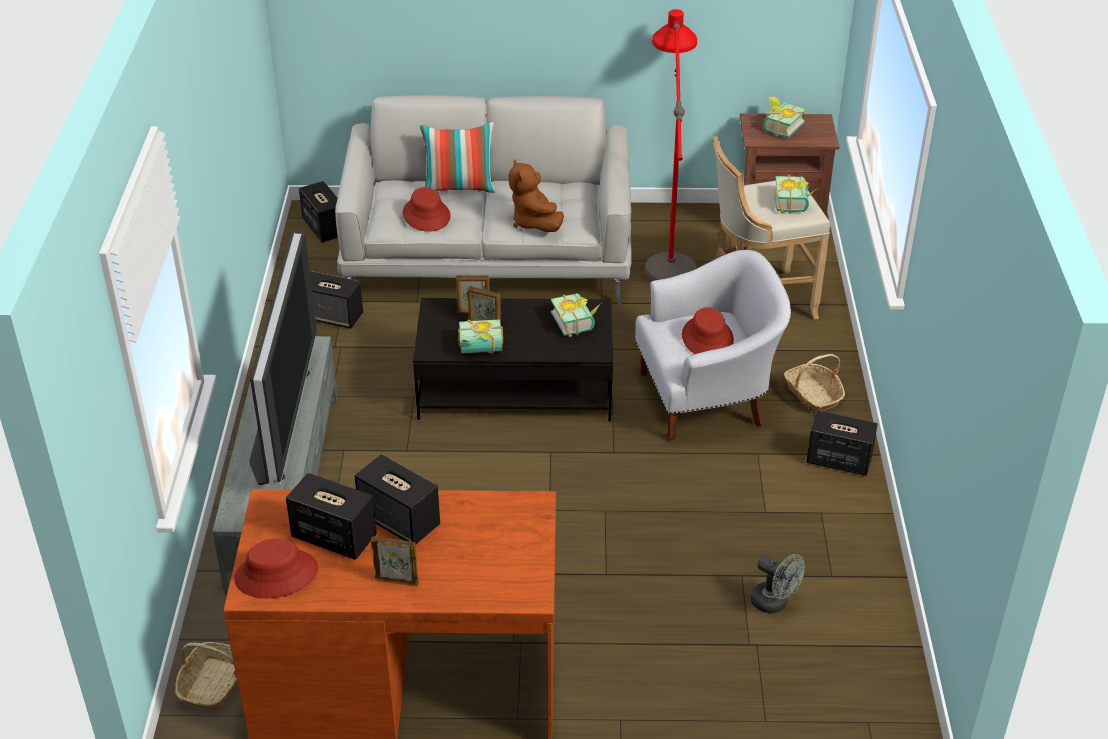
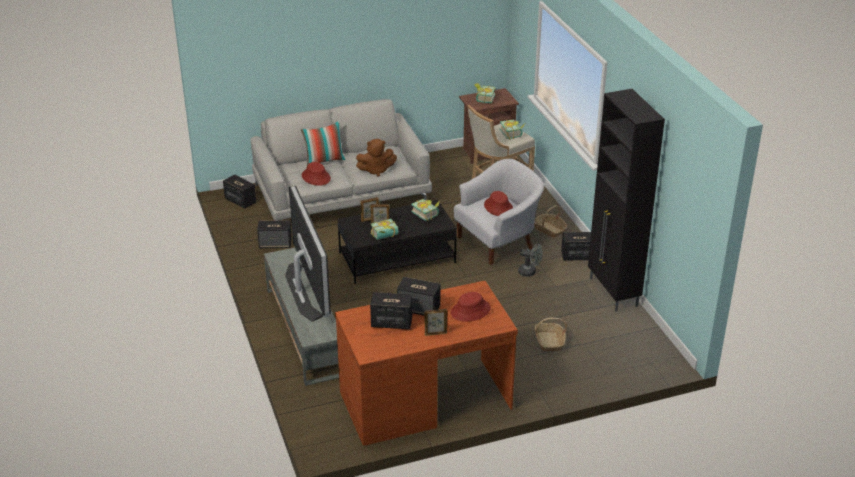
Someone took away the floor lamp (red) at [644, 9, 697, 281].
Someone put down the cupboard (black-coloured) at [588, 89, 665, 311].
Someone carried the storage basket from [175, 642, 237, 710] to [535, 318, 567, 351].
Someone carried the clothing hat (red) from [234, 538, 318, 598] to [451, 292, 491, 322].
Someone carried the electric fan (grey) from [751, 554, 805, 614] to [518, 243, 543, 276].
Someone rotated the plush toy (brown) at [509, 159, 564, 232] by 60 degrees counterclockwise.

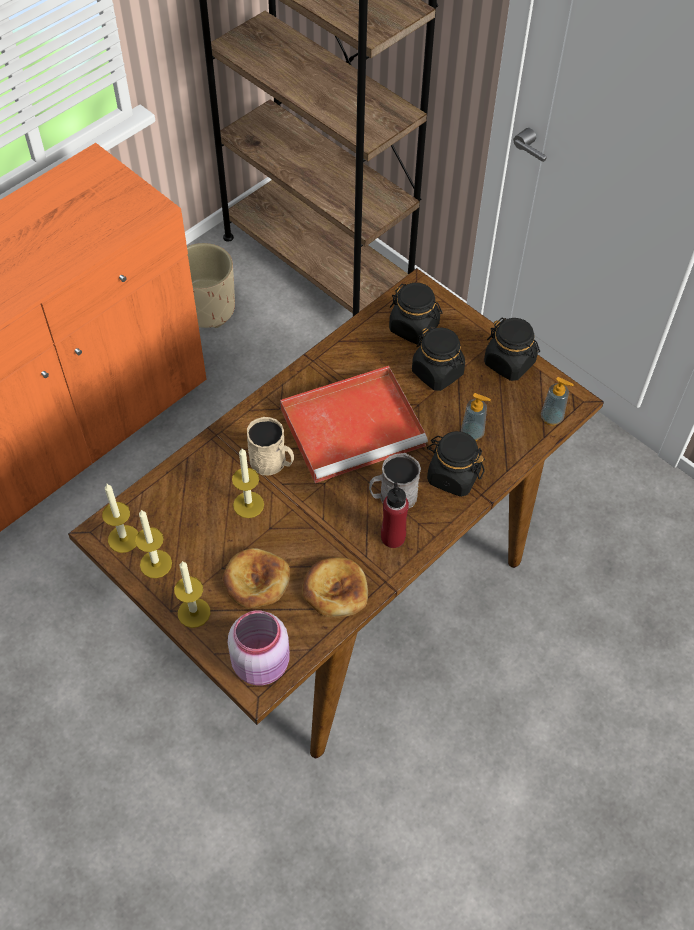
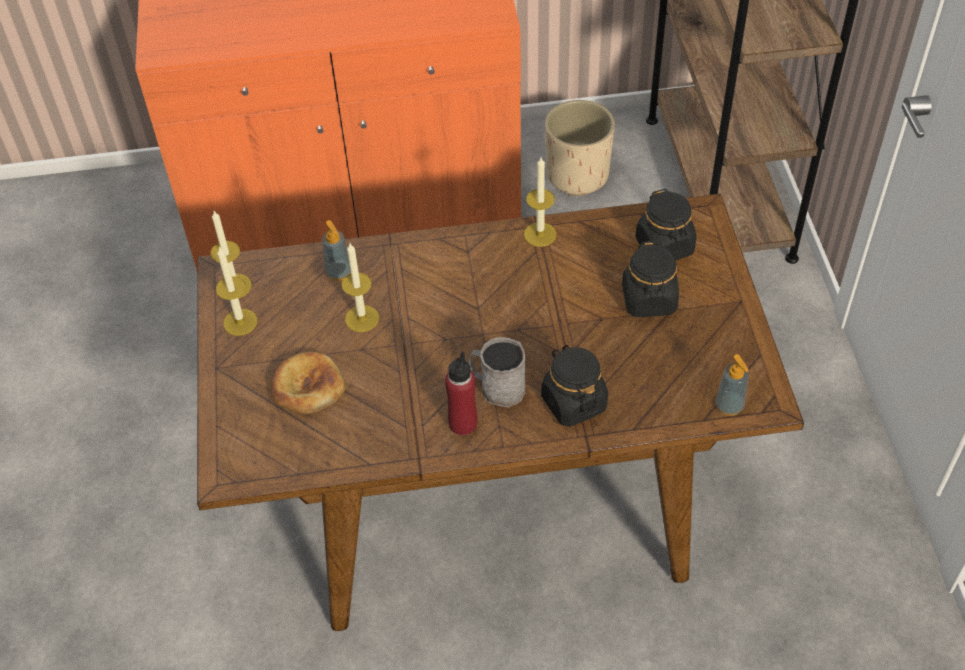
Someone took away the storage jar (pink) at [228, 610, 290, 685].
Someone took away the coffee mug (beige-coloured) at [247, 417, 294, 475].
Someone took away the carrying tray (red) at [280, 366, 428, 483].
Someone took away the bread at [302, 557, 368, 618].
Someone took away the storage jar (black-coloured) at [484, 318, 540, 381].
Someone carried the wax candle from [174, 561, 210, 628] to [524, 157, 557, 247].
Someone carried the liquid soap bottle from [461, 393, 491, 441] to [322, 220, 351, 281].

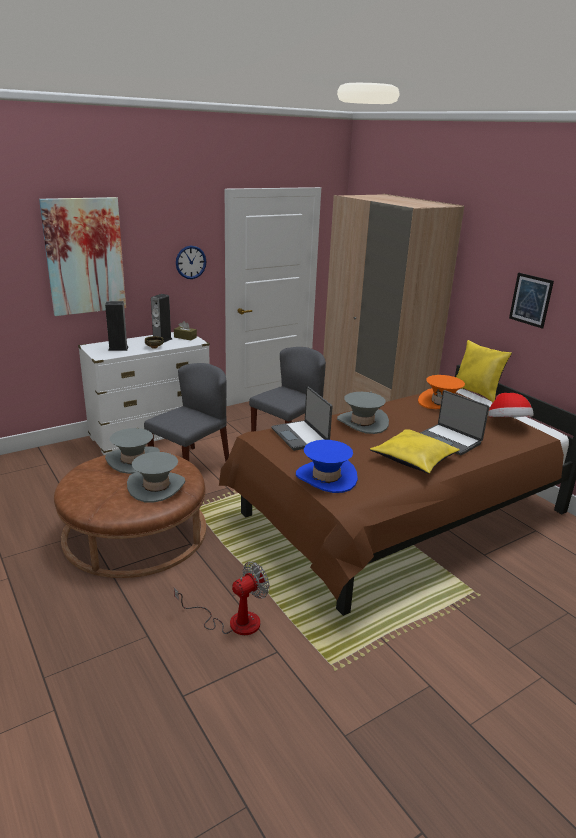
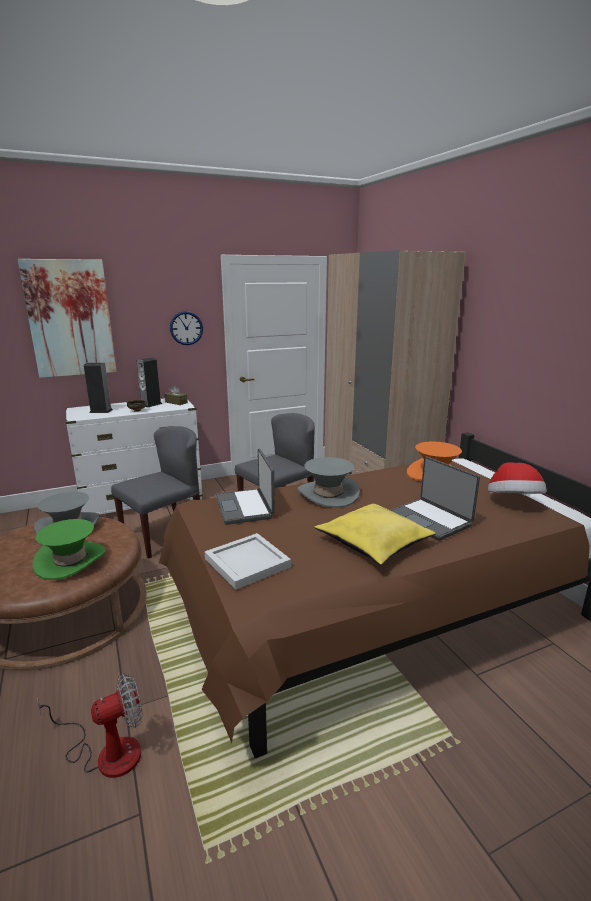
Someone took away the pillow (yellow-coloured) at [456, 340, 512, 402].
Someone took away the wall art at [509, 273, 554, 329].
Someone swapped the clothing hat (bluish) at [296, 440, 358, 493] for the carrying tray (whitish) at [205, 533, 291, 590].
Someone repainted the clothing hat (grey) at [127, 452, 185, 502], which became the clothing hat (green) at [33, 519, 106, 580].

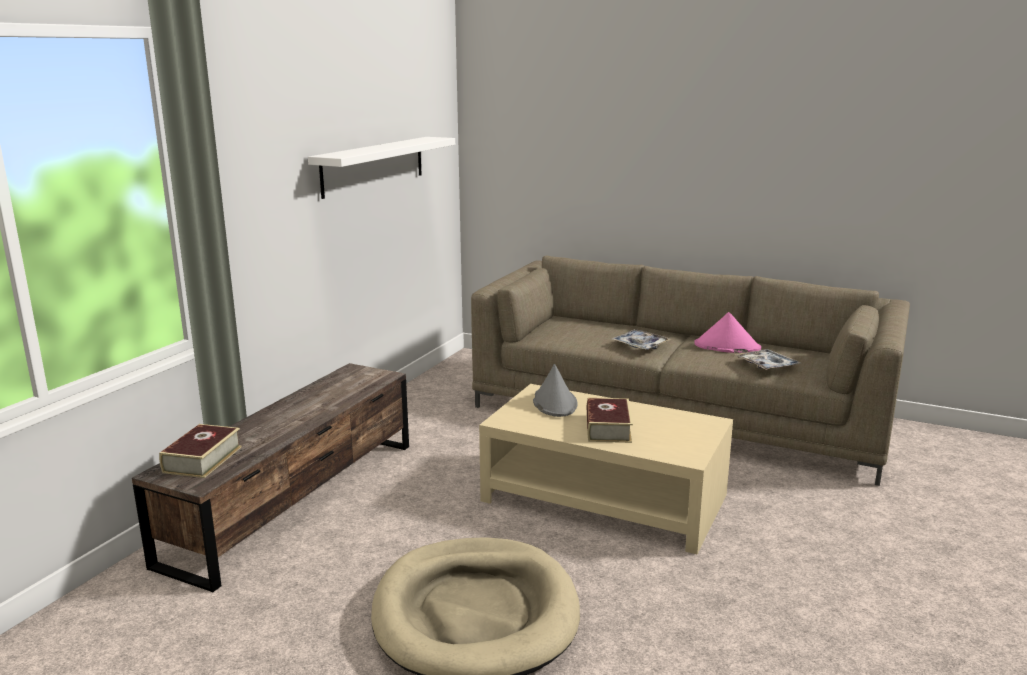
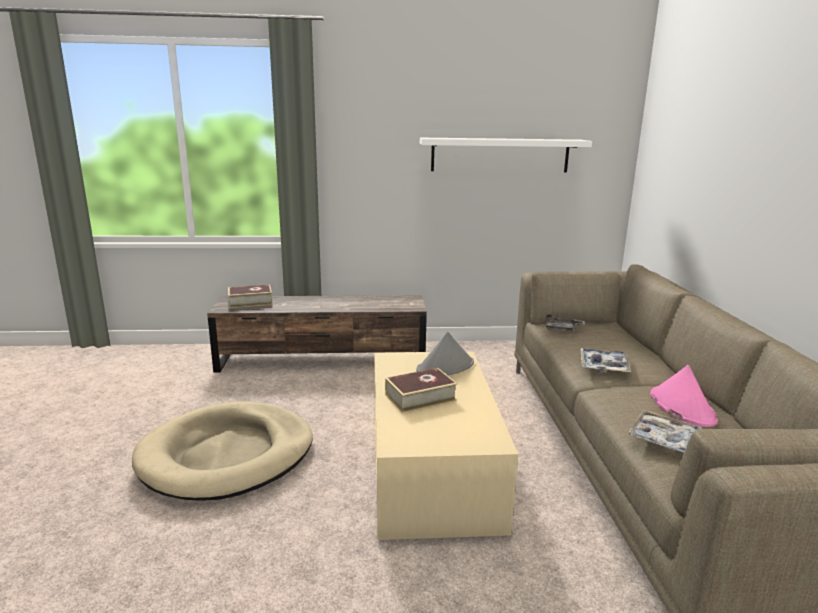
Someone put down the carrying tray (grey) at [544, 314, 585, 333].

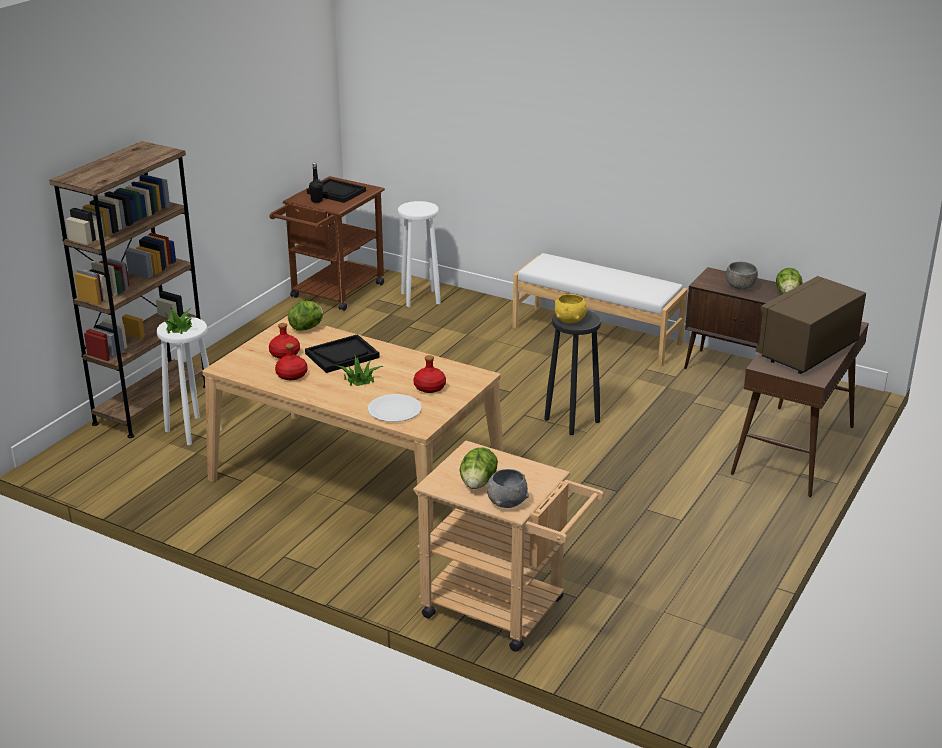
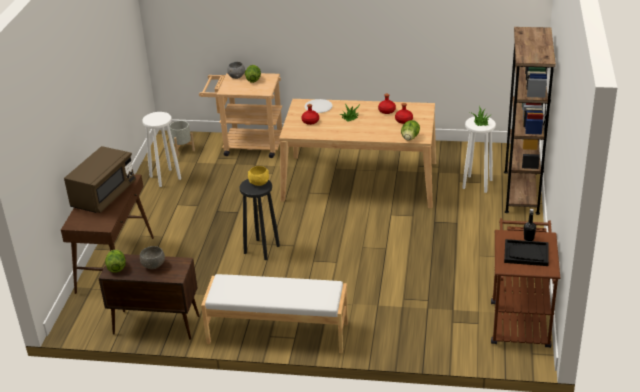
Someone took away the carrying tray (black-coloured) at [305, 334, 380, 373].
Someone put down the flower pot (grey) at [169, 120, 195, 156].
Someone carried the stool (whitish) from [398, 201, 440, 307] to [142, 112, 181, 187].

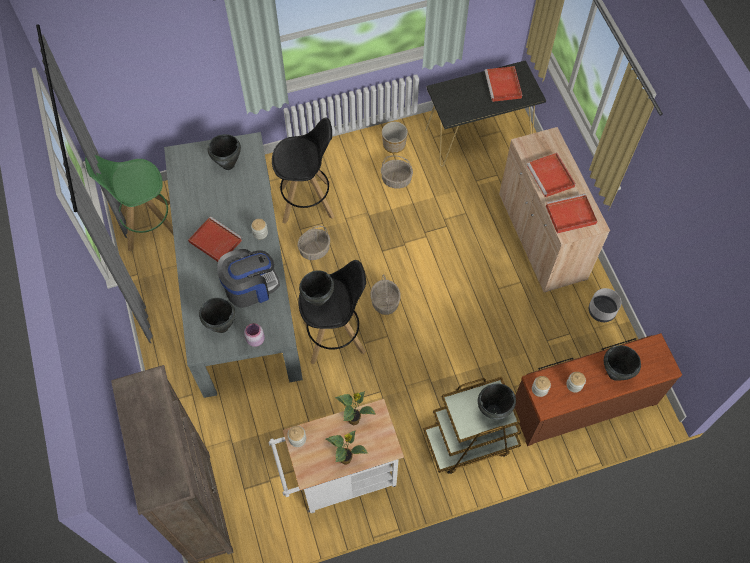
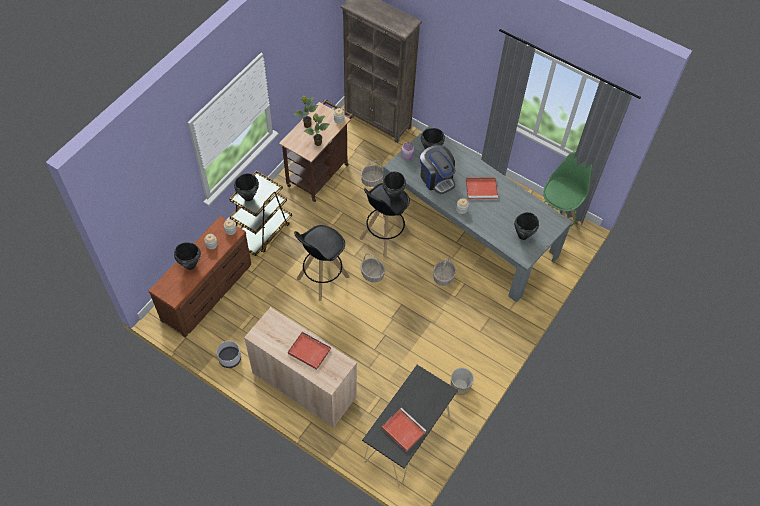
Someone took away the carrying tray (red) at [546, 194, 598, 234].
Someone carried the stool (black-coloured) from [272, 117, 335, 224] to [294, 225, 349, 301].
Someone carried the storage basket from [381, 155, 413, 189] to [361, 160, 383, 187].
Someone repainted the trolley (whitish) at [268, 399, 404, 513], which became the trolley (brown) at [279, 99, 354, 202].
Someone rotated the coffee brewer at [217, 249, 280, 308] by 60 degrees counterclockwise.

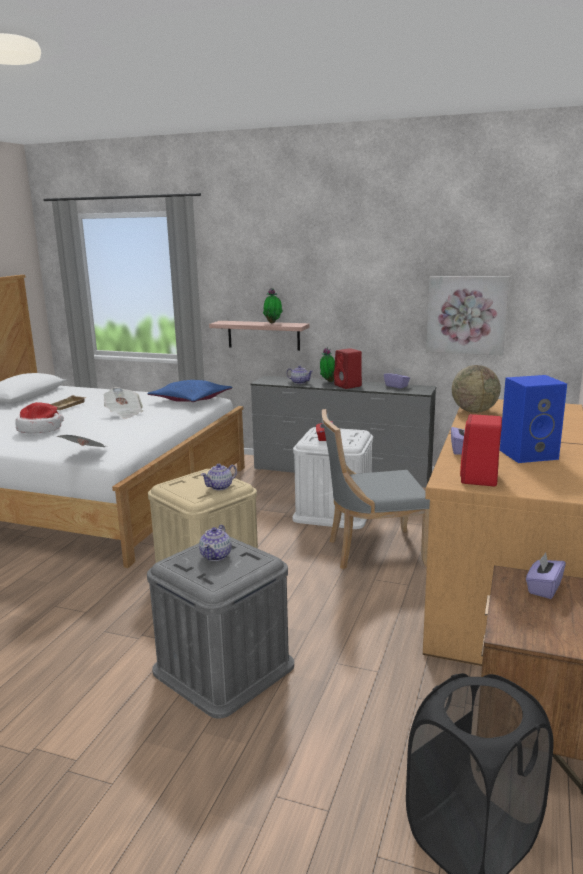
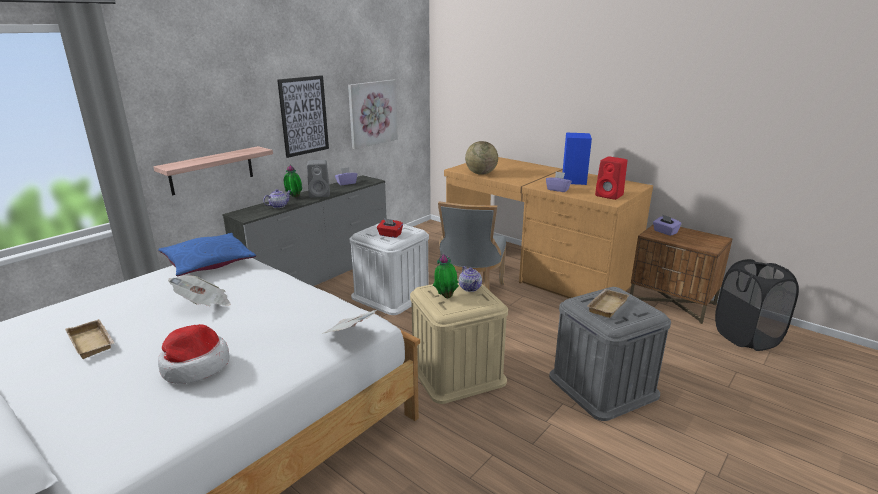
Someone put up the wall art at [277, 75, 329, 158].
Someone carried the houseplant from [263, 288, 283, 323] to [433, 254, 459, 298].
Someone swapped the tea pot at [199, 525, 232, 561] for the carrying tray (beige-coloured) at [587, 289, 629, 318].
Someone repainted the loudspeaker (red) at [334, 348, 362, 389], which became the loudspeaker (grey) at [307, 160, 330, 198].

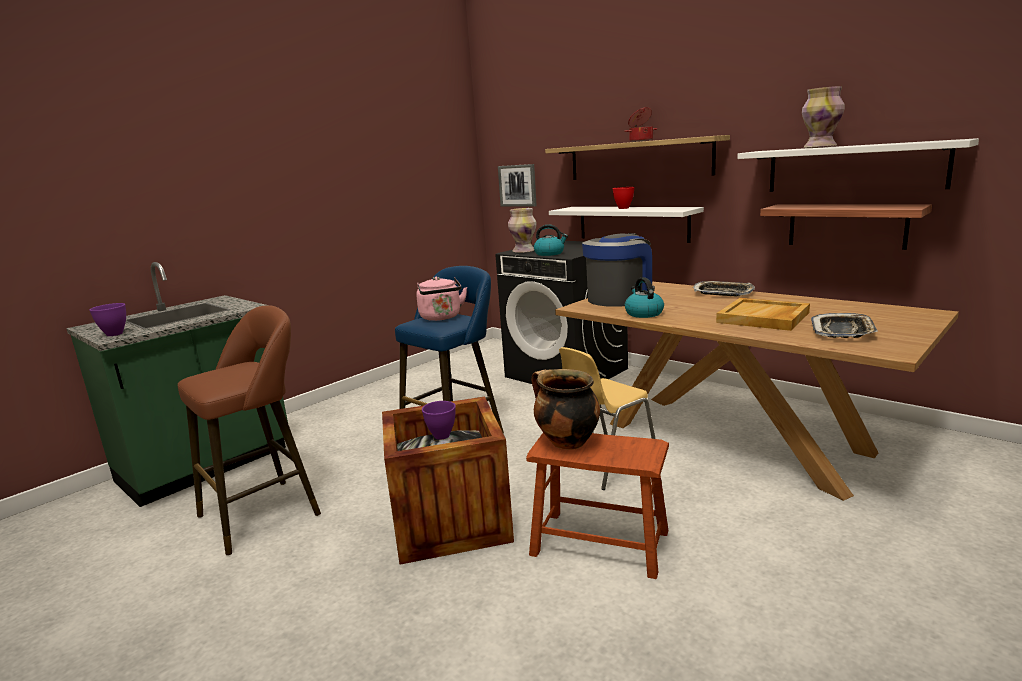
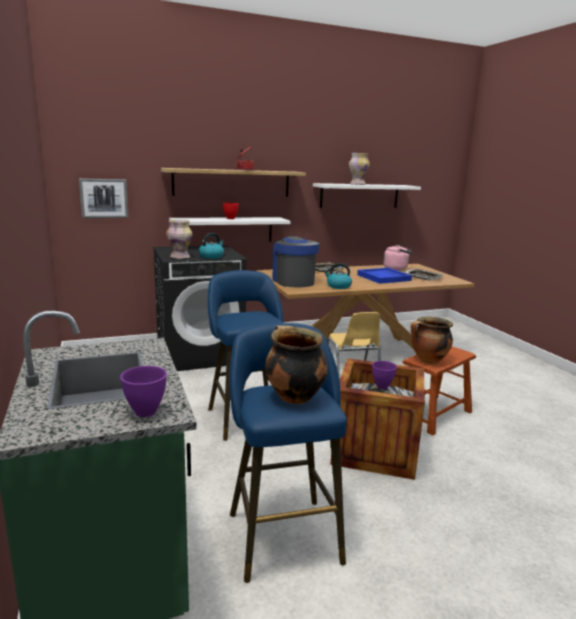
Someone took away the wall shelf at [760, 204, 932, 250].
Someone put down the stockpot at [265, 326, 328, 404].
Someone carried the kettle (pink) from [416, 277, 467, 321] to [383, 245, 412, 270].
Someone repainted the stool (brown) at [178, 305, 321, 555], which became the stool (bluish) at [229, 323, 347, 583].
Someone repainted the carrying tray (beige-coloured) at [716, 298, 810, 331], which became the carrying tray (bluish) at [357, 268, 412, 284].

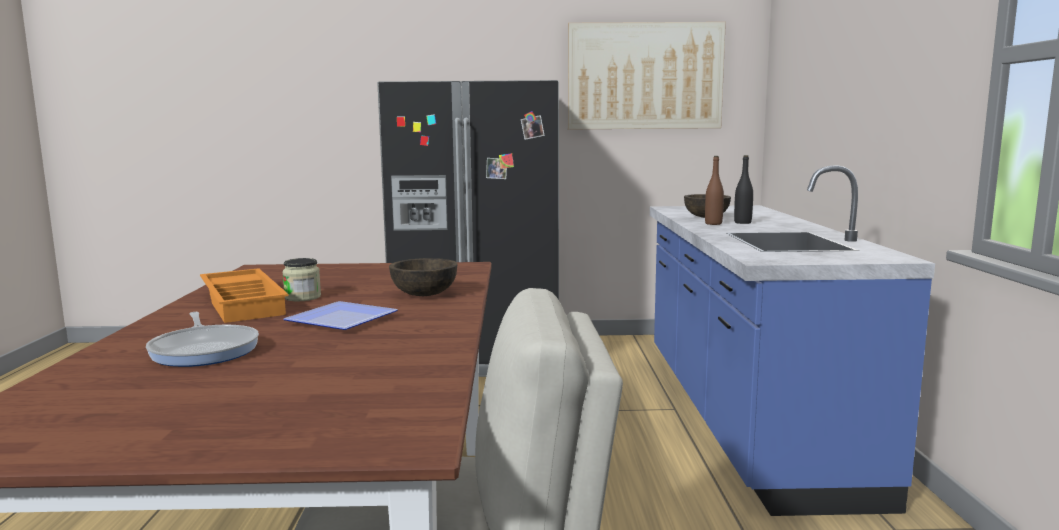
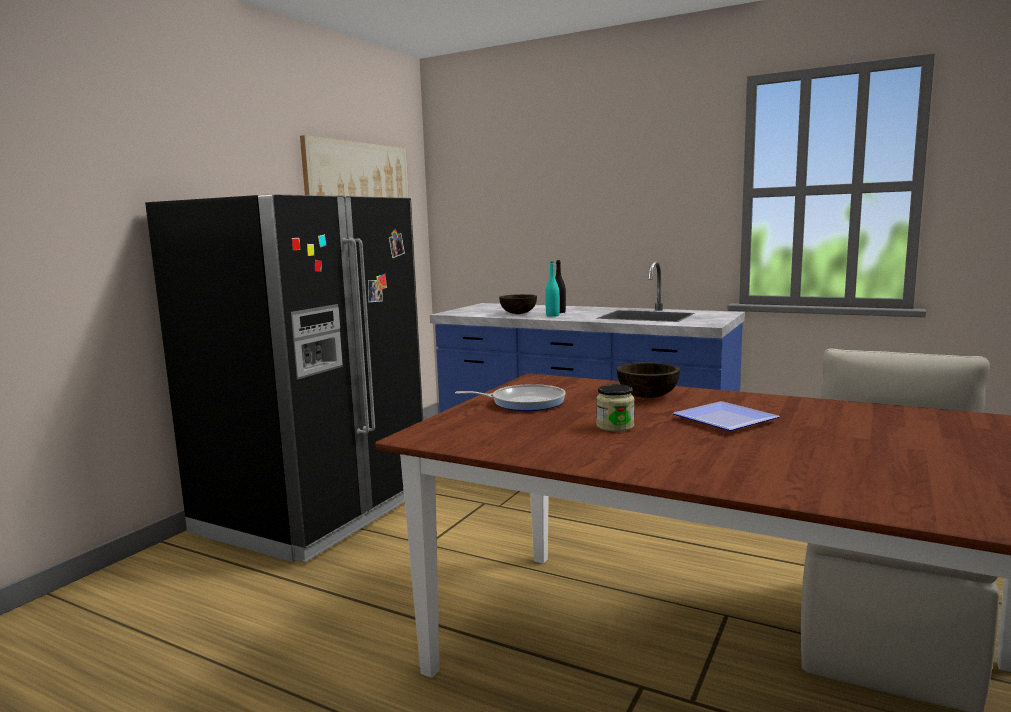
Someone took away the carrying tray (orangey) at [200, 268, 289, 323].
Someone carried the frying pan from [146, 312, 259, 367] to [455, 384, 566, 411].
Someone repainted the beverage bottle (brown) at [705, 156, 724, 225], which became the beverage bottle (turquoise) at [545, 262, 560, 317].

